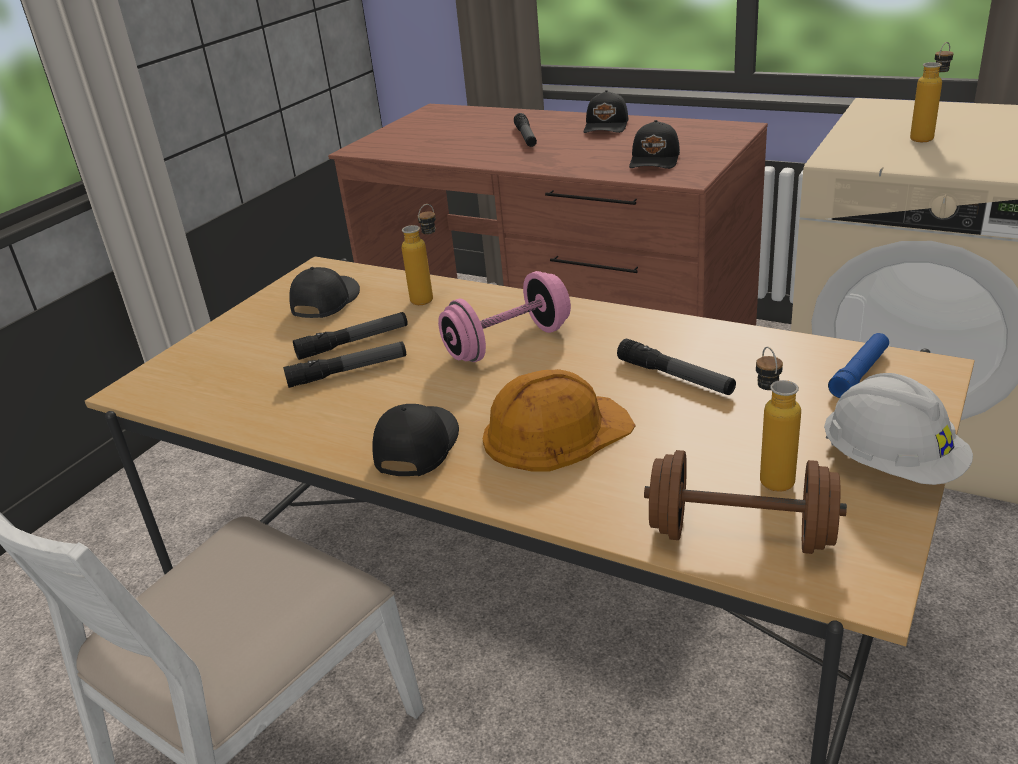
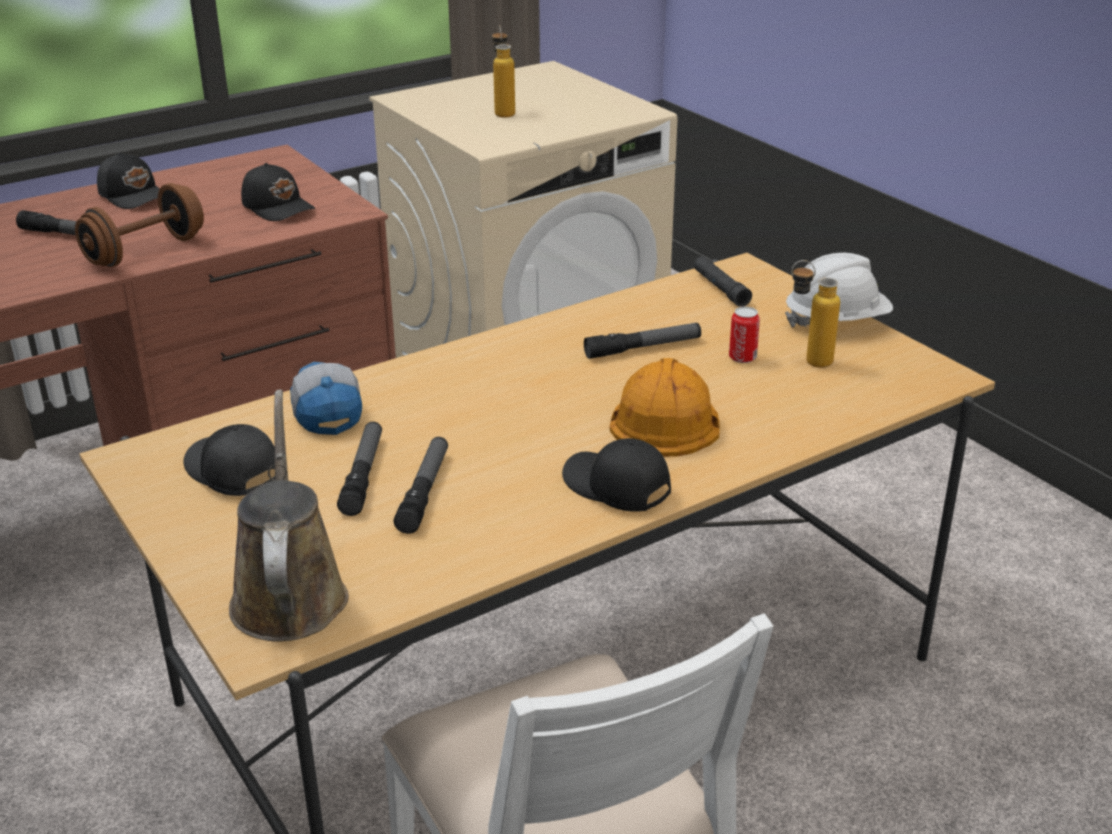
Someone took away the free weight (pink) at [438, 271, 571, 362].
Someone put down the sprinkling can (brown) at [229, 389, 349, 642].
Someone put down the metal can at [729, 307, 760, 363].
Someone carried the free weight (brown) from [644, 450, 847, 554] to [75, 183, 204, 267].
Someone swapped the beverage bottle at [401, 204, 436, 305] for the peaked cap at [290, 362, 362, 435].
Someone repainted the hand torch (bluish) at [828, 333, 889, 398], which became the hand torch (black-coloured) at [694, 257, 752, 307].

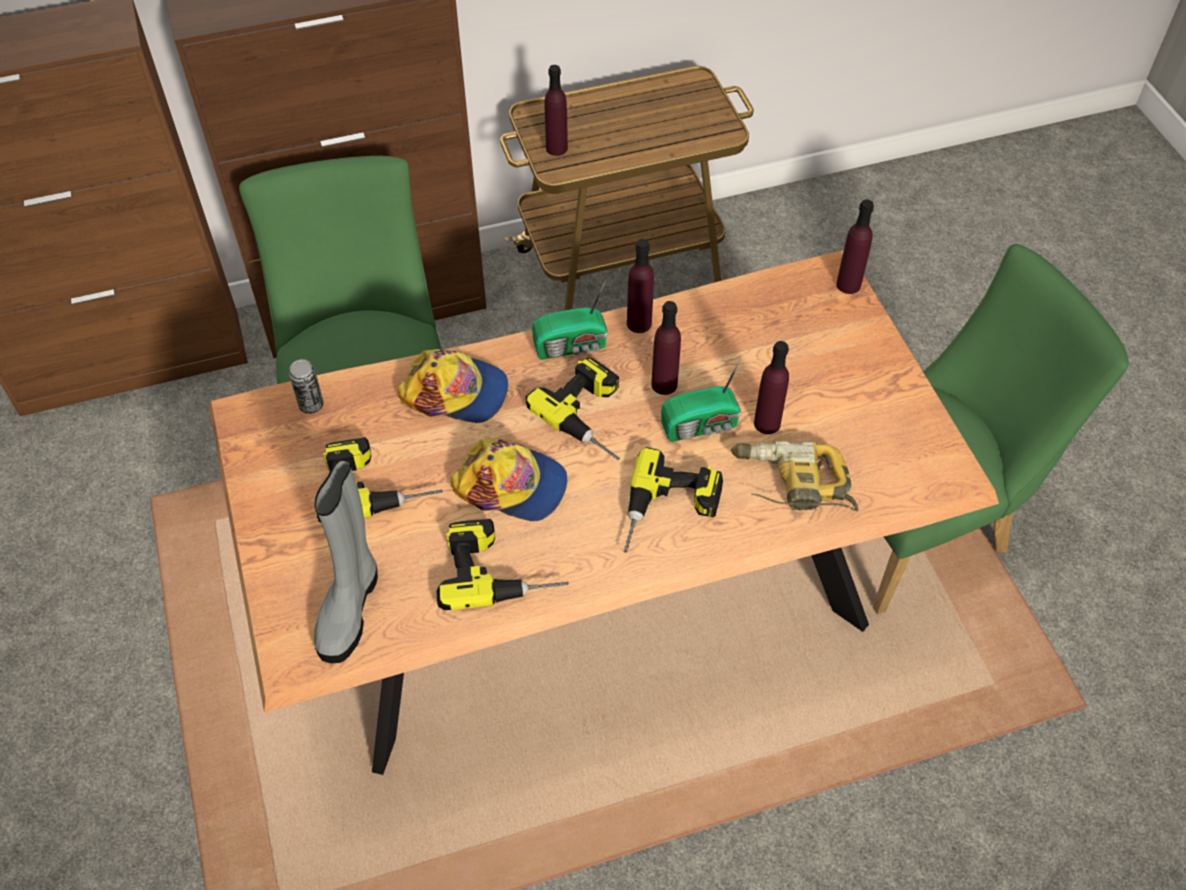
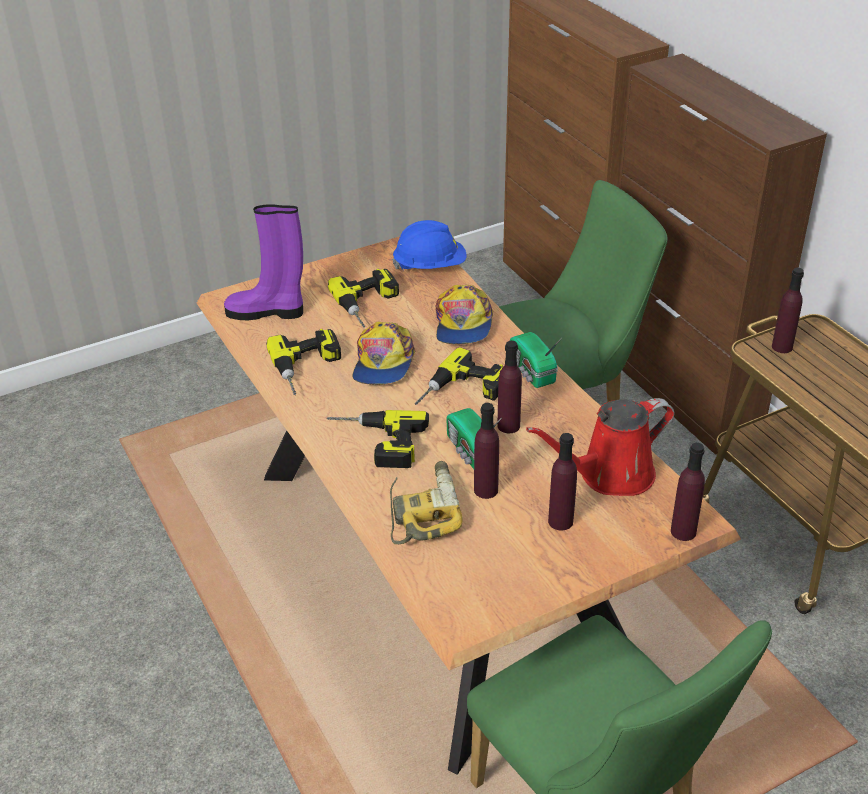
Someone put down the sprinkling can (red) at [526, 398, 675, 496].
Someone carried the beverage bottle (purple-coloured) from [627, 239, 654, 333] to [548, 433, 577, 531].
Someone swapped the metal can at [289, 359, 324, 414] for the safety helmet (bluish) at [392, 220, 467, 271].
Someone repainted the tall boot (grey) at [314, 458, 378, 663], which became the tall boot (purple-coloured) at [224, 204, 303, 320].

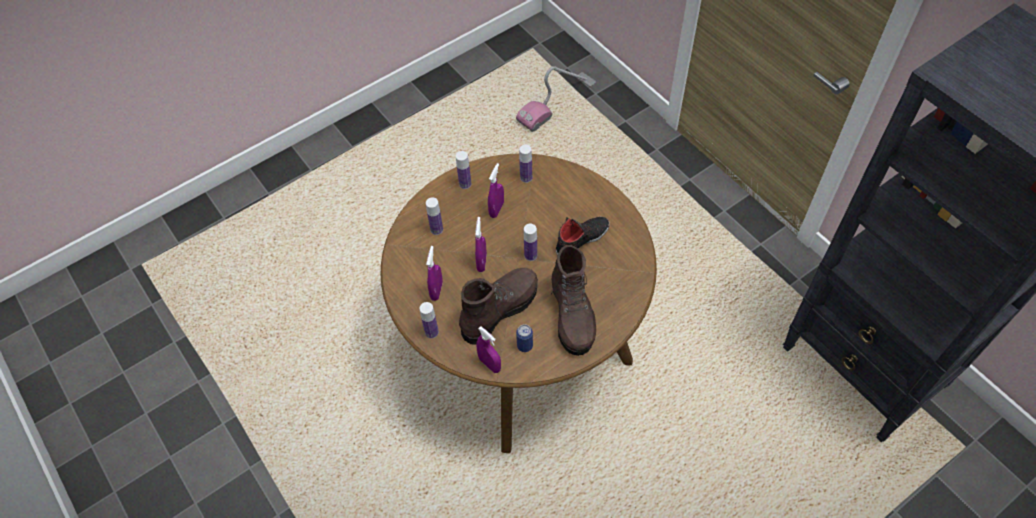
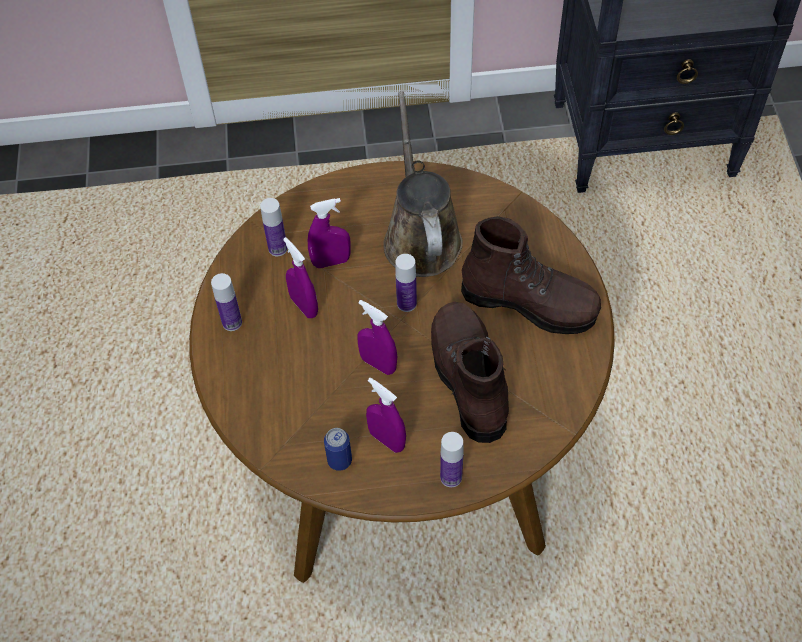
Someone took away the beverage bottle at [426, 197, 443, 235].
Someone took away the hoover at [516, 66, 596, 132].
Someone carried the spray bottle (purple-coloured) from [477, 326, 501, 373] to [308, 198, 350, 268].
Someone carried the metal can from [516, 324, 533, 352] to [324, 428, 352, 471].
Someone swapped the shoe (black-coloured) at [556, 216, 610, 255] for the sprinkling can (brown) at [383, 91, 463, 277].

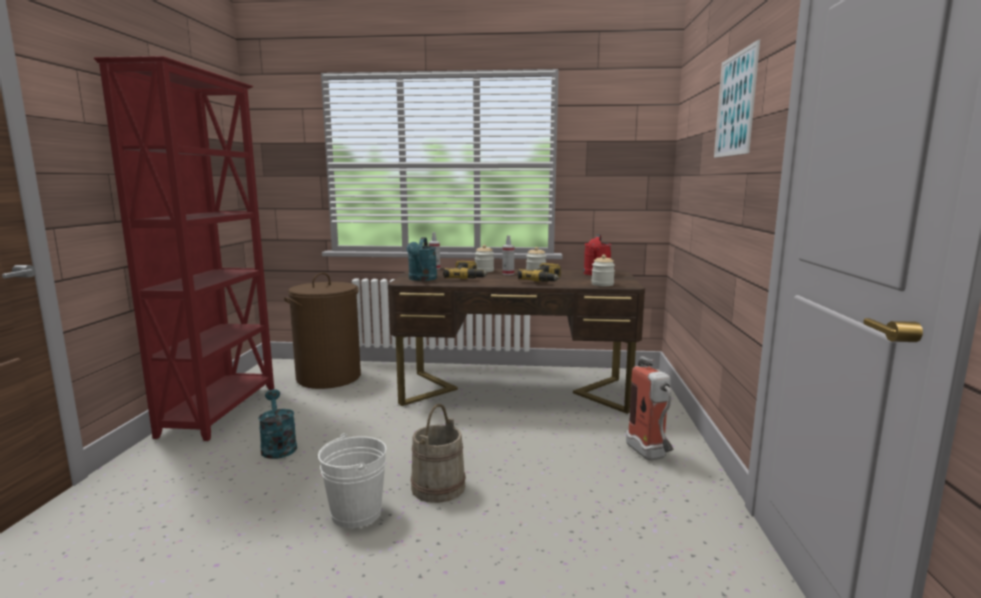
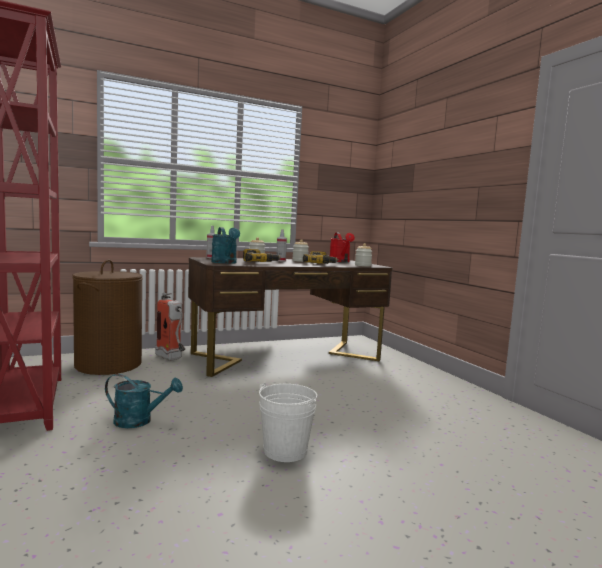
Someone took away the pail (beige-coloured) at [411, 404, 466, 503].
Someone took away the wall art at [714, 40, 760, 158].
Someone carried the fire extinguisher from [626, 356, 673, 461] to [155, 293, 185, 361].
Someone rotated the sprinkling can (turquoise) at [258, 389, 297, 459] by 150 degrees clockwise.

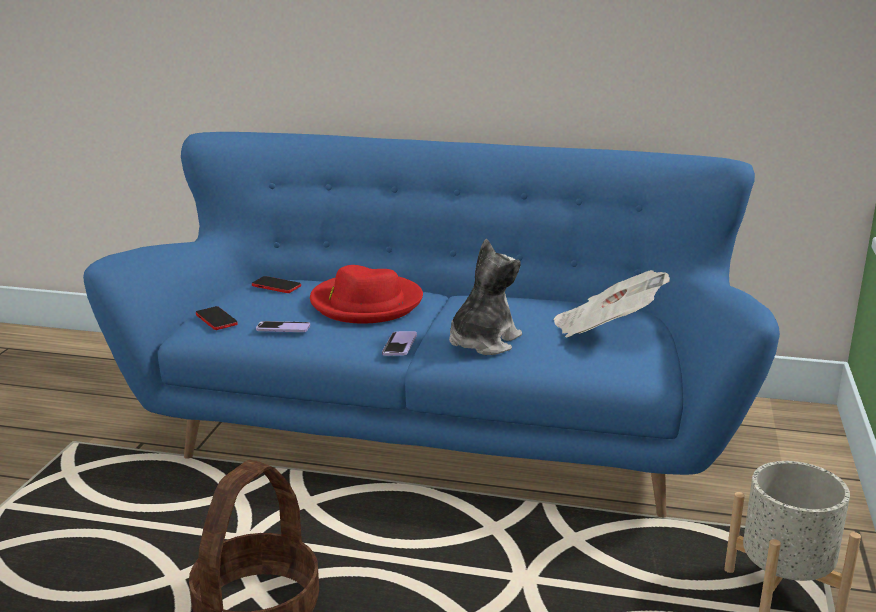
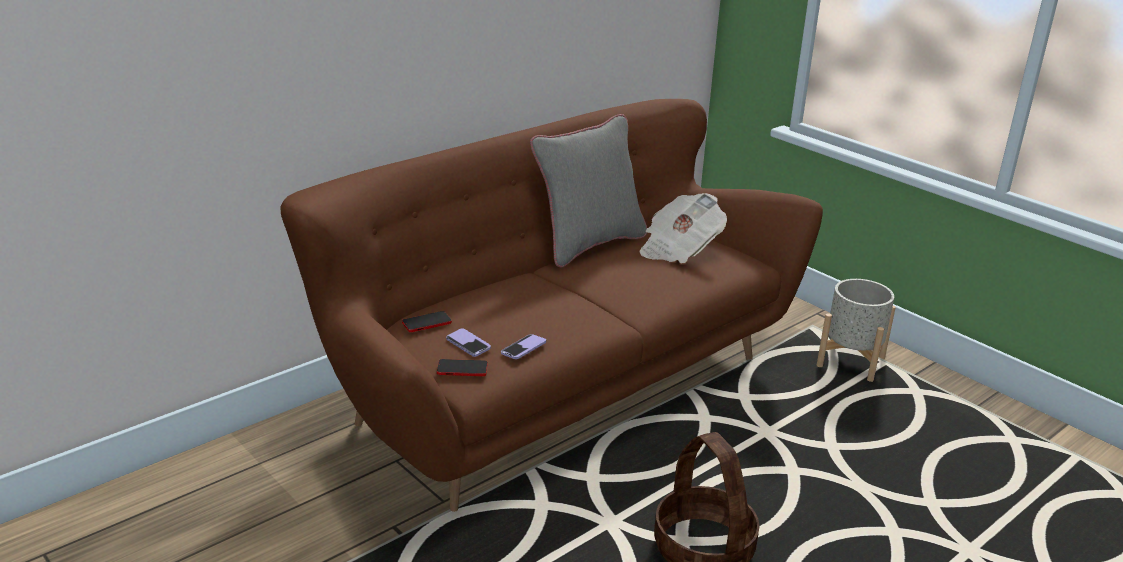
Someone took away the clothing hat (red) at [310, 265, 423, 324].
Someone took away the plush toy at [449, 239, 522, 355].
Someone put down the pillow (grey) at [530, 114, 647, 268].
Someone carried the telephone from [382, 331, 417, 356] to [446, 328, 491, 357].
Someone repainted the couch (bluish) at [83, 132, 780, 518], which became the couch (brown) at [280, 99, 823, 512].

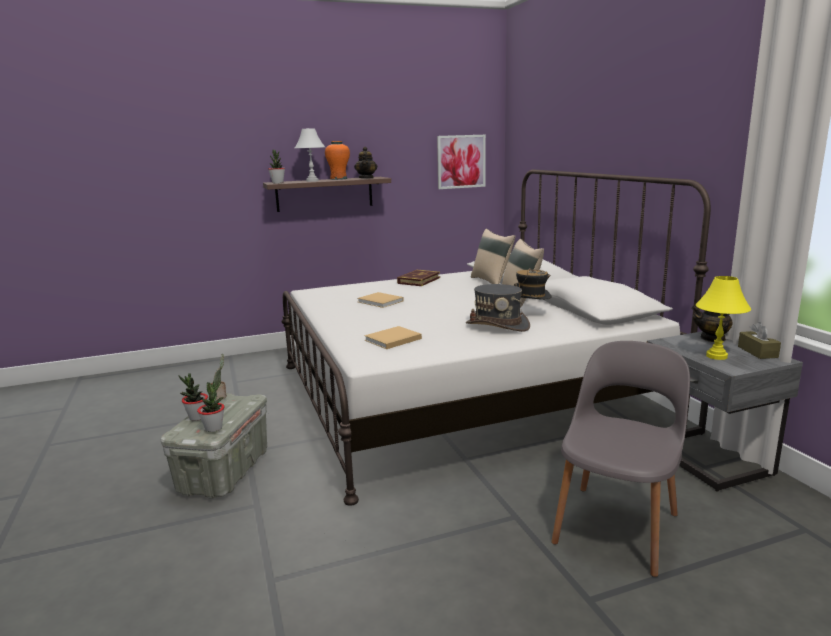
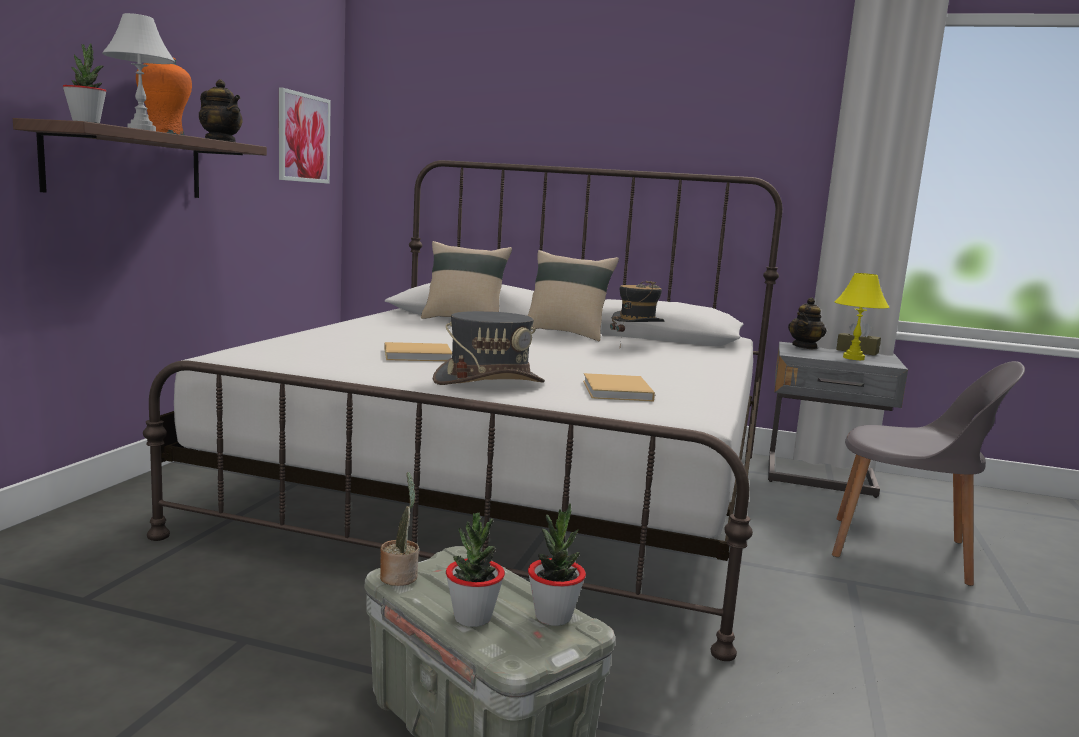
Someone took away the book at [397, 270, 440, 286].
Someone carried the clothing hat (grey) from [466, 284, 530, 332] to [432, 311, 545, 385].
Someone rotated the plain chair (grey) at [551, 341, 690, 577] by 135 degrees clockwise.

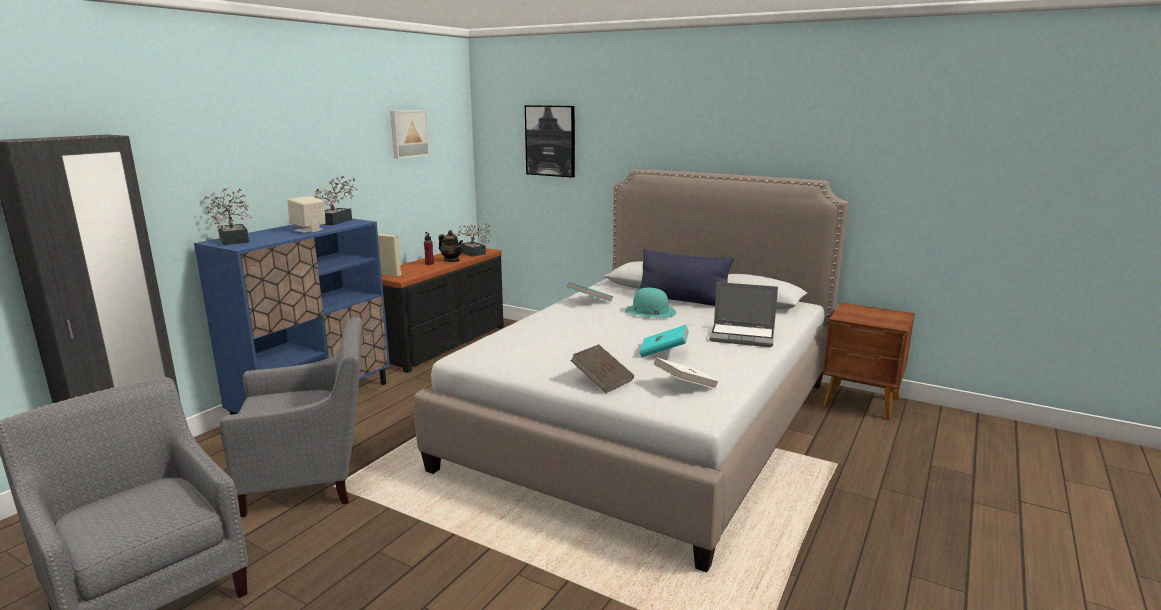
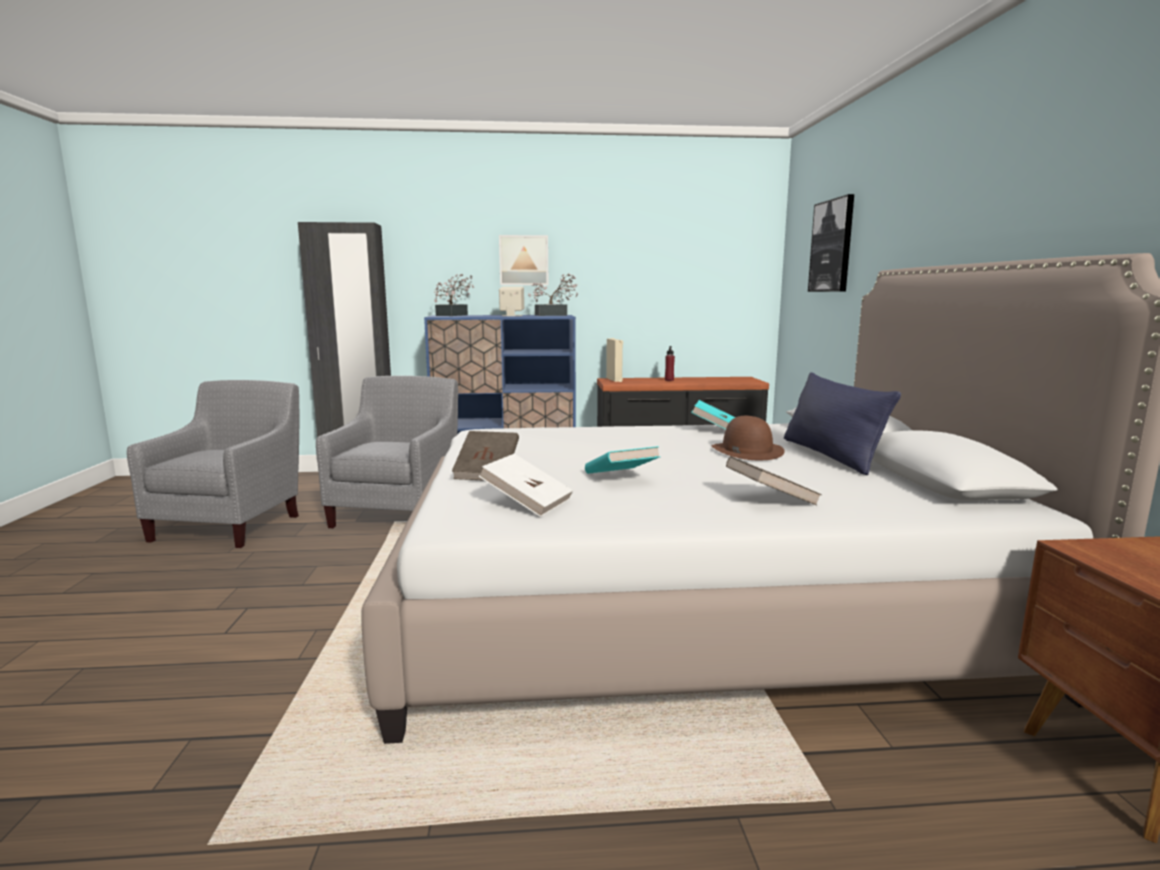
Someone took away the tea pot at [439, 230, 463, 262].
Someone took away the houseplant at [455, 222, 492, 257].
Someone carried the wall art from [390, 110, 430, 159] to [499, 235, 549, 285].
Someone swapped the portable computer at [709, 282, 778, 347] for the book (brown) at [726, 456, 822, 505].
Someone repainted the clothing hat (turquoise) at [625, 288, 676, 318], which became the clothing hat (brown) at [712, 416, 785, 460].
Someone rotated the easy chair (grey) at [220, 317, 363, 517] by 120 degrees counterclockwise.

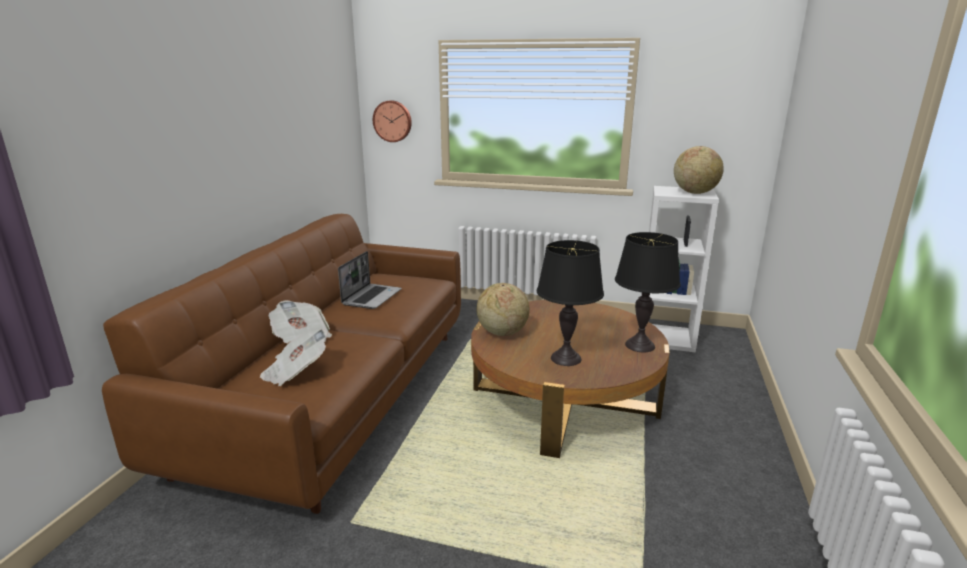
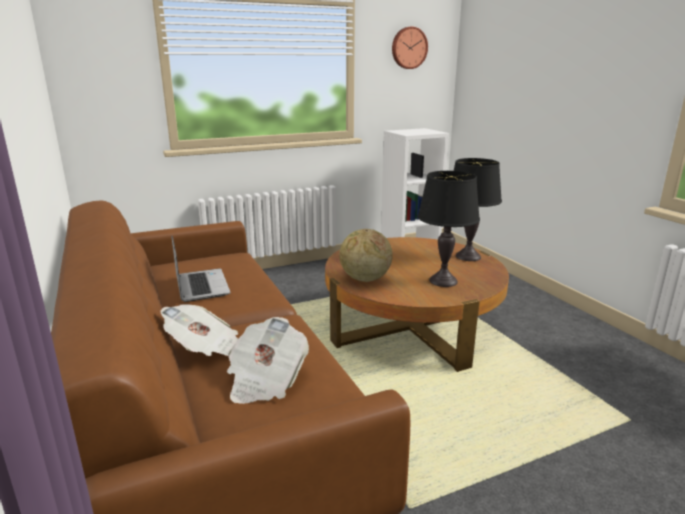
Someone took away the globe at [674, 146, 724, 194].
Someone carried the clock on the wall from [373, 100, 412, 142] to [392, 26, 428, 69].

